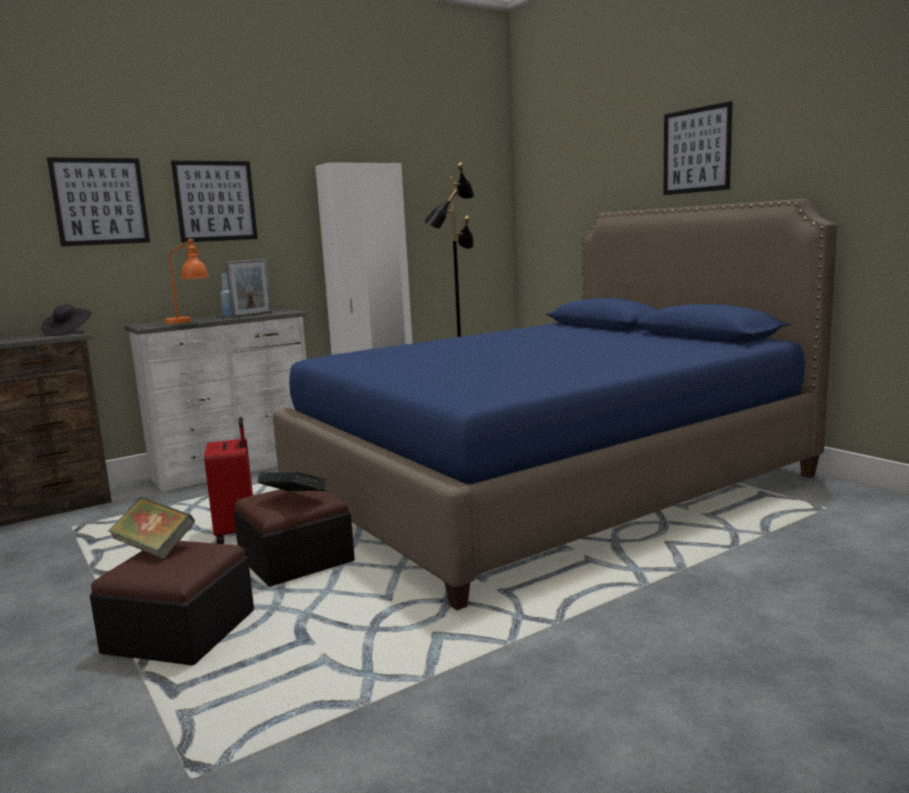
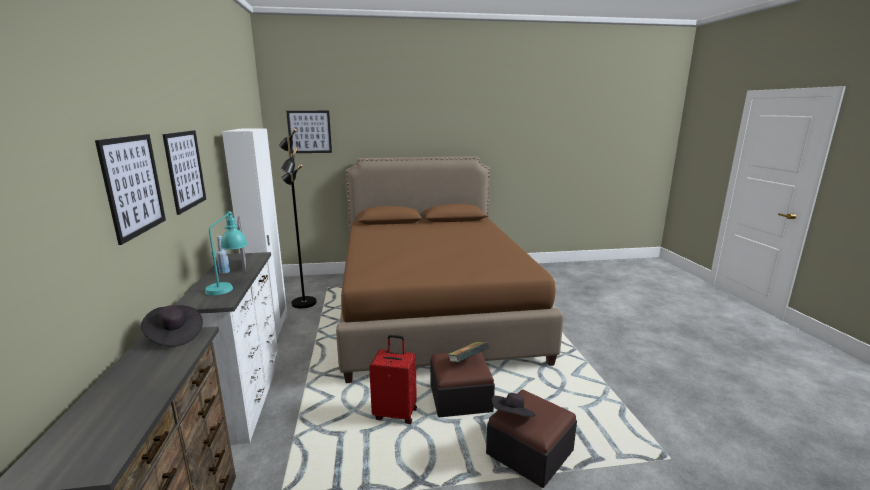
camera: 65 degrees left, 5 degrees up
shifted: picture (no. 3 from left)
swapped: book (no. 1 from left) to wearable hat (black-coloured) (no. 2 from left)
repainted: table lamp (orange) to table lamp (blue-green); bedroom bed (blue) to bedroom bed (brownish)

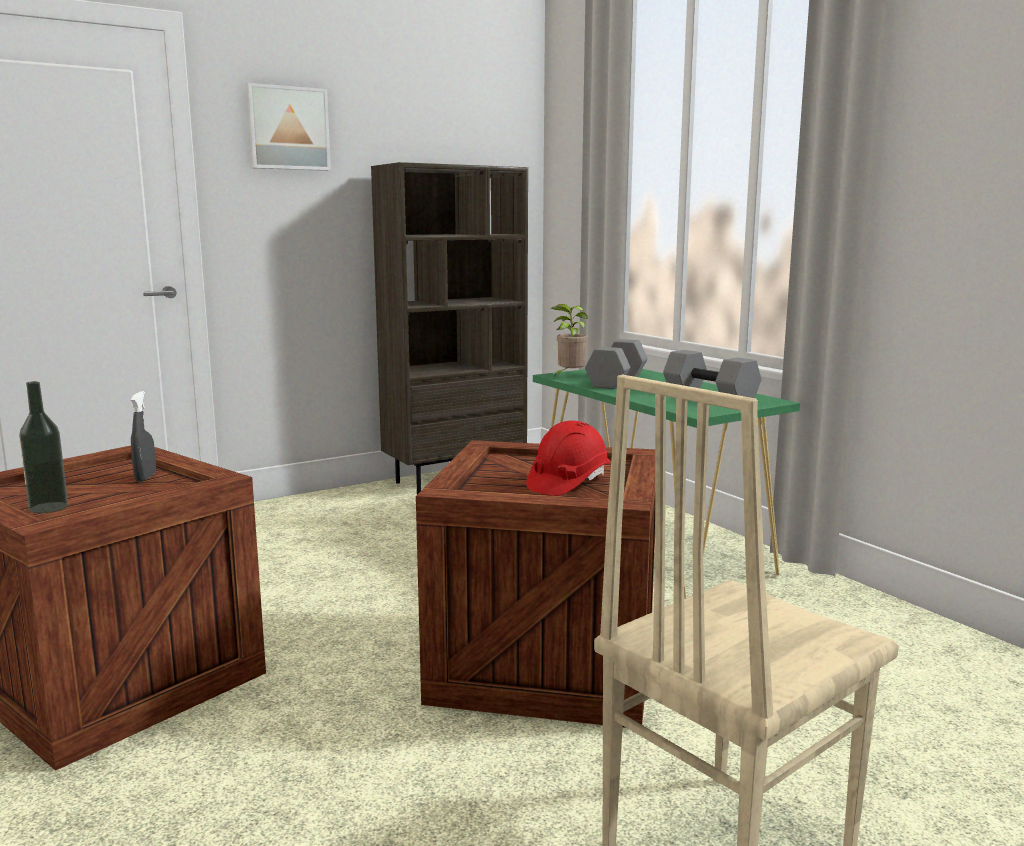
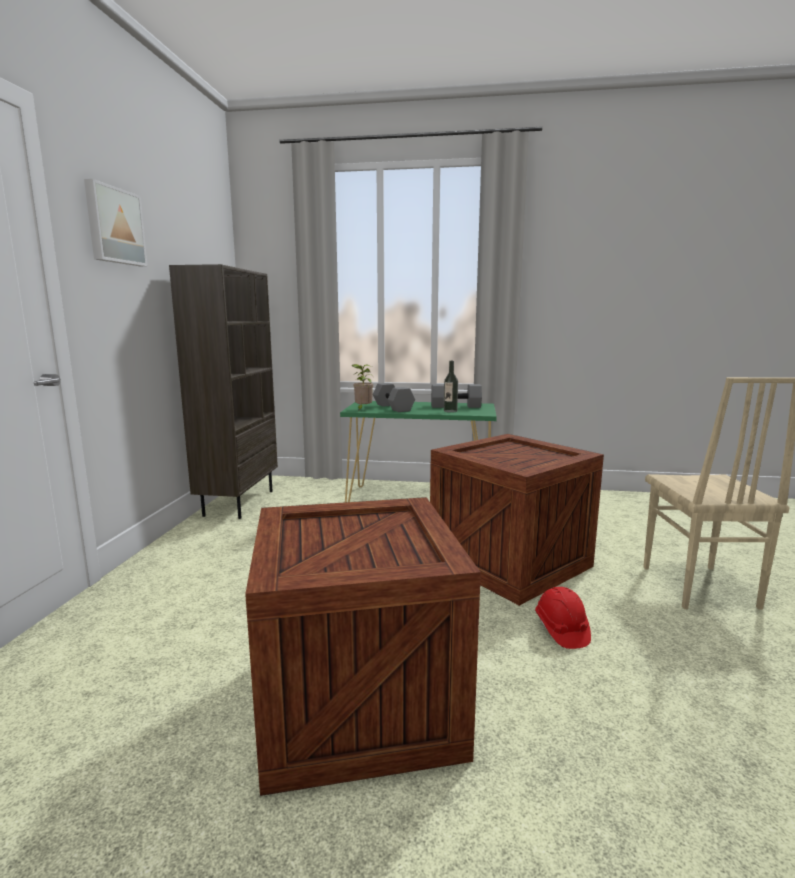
camera: 50 degrees left, 0 degrees up
gone: hand sprayer (gray)
shifted: beverage bottle; hard hat (red)

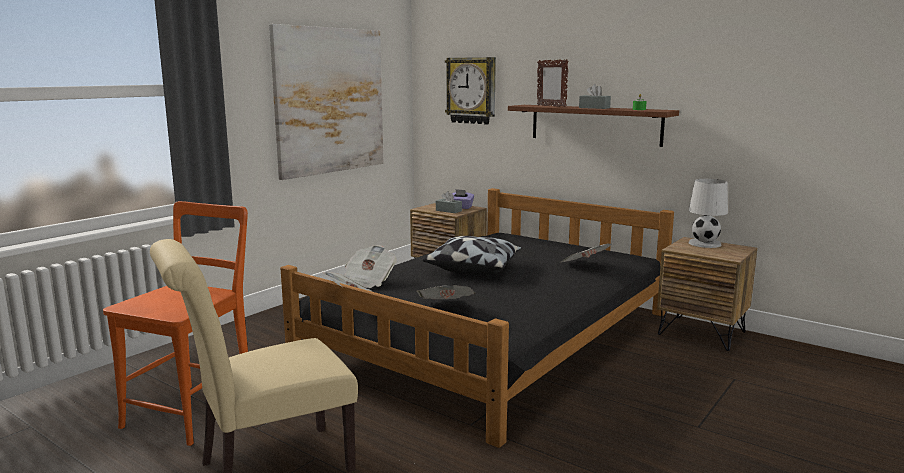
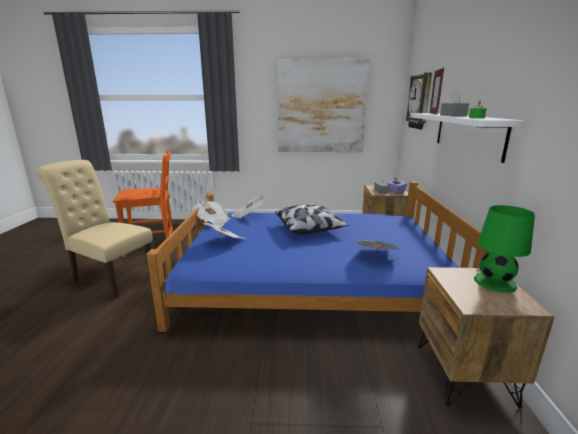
camera: 55 degrees right, 5 degrees up
repainted: bedroom bed (black-coloured) to bedroom bed (blue); bracket shelf (brownish) to bracket shelf (white); table lamp (white) to table lamp (greenish)

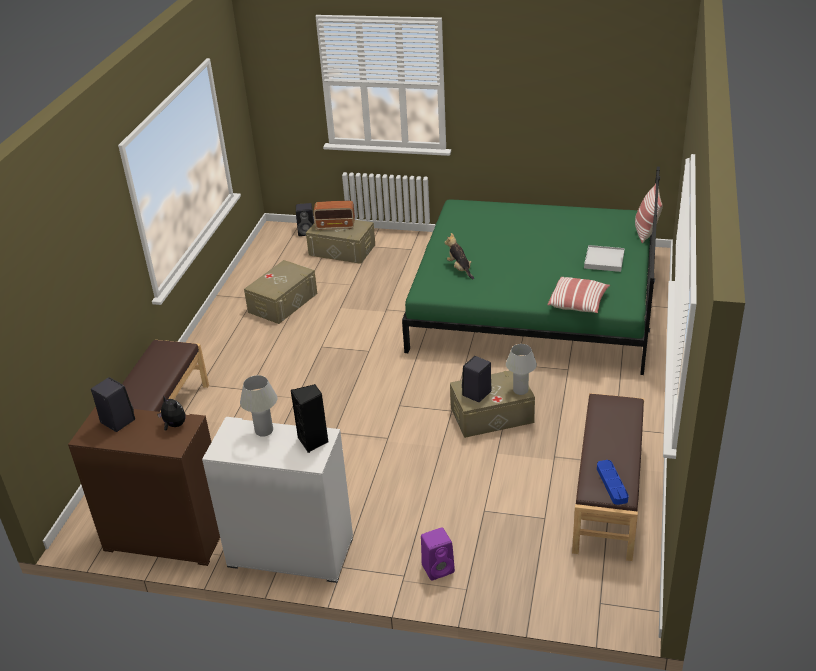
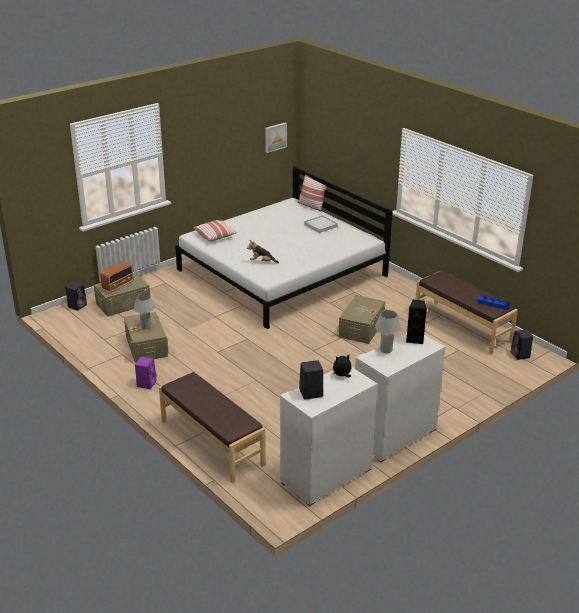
camera: 55 degrees left, 5 degrees down
new: picture
shifted: loudspeaker (purple); loudspeaker (black-coloured) (no. 4 from left); table lamp (white) (no. 2 from left in the first image) to table lamp (white) (no. 1 from left); cushion (no. 1 from left)
repainted: storage cabinet (brownish) to storage cabinet (white) (no. 1 from left); bedroom bed (greenish) to bedroom bed (white)

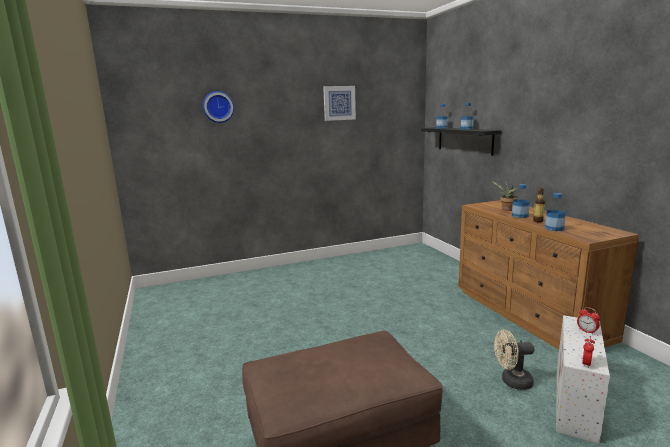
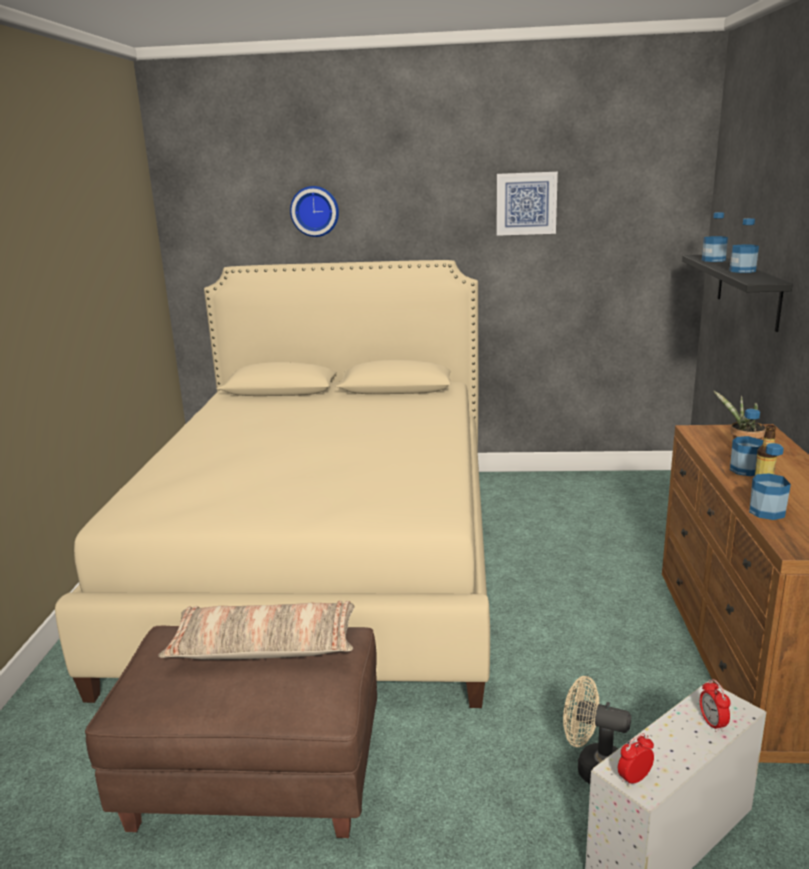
camera: 25 degrees right, 5 degrees up
new: bedroom bed (sand-coloured); cushion

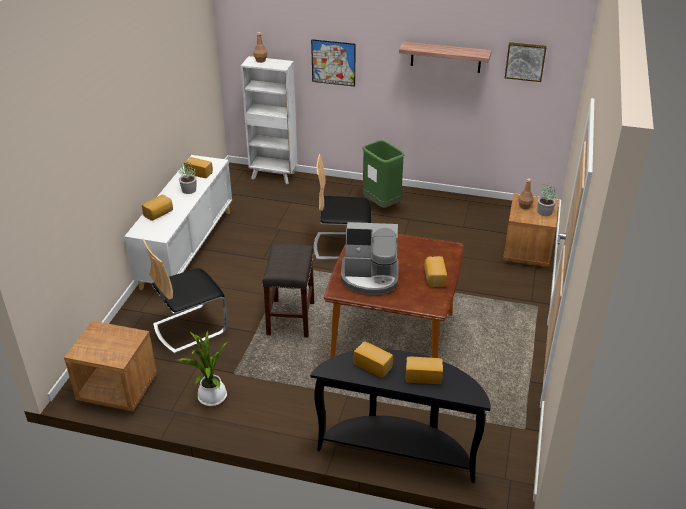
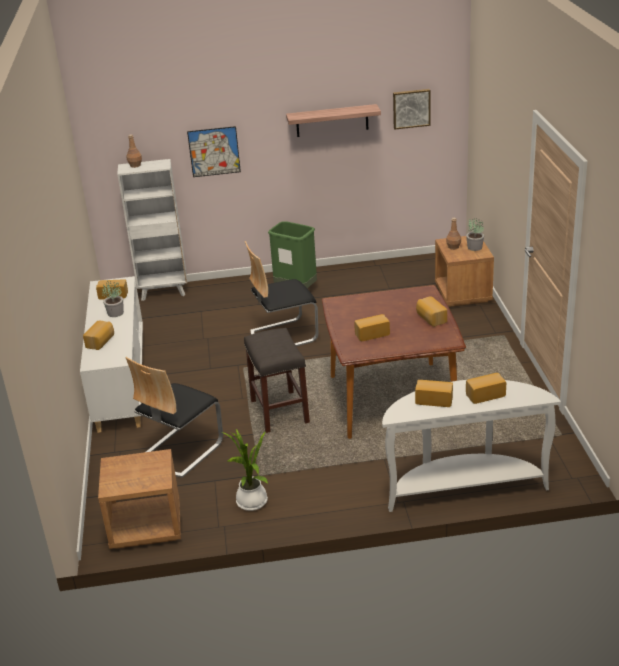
camera: 20 degrees left, 5 degrees down
swapped: coffee machine to bakery bread (no. 3 from left)
repainted: console table (black-coloured) to console table (white)

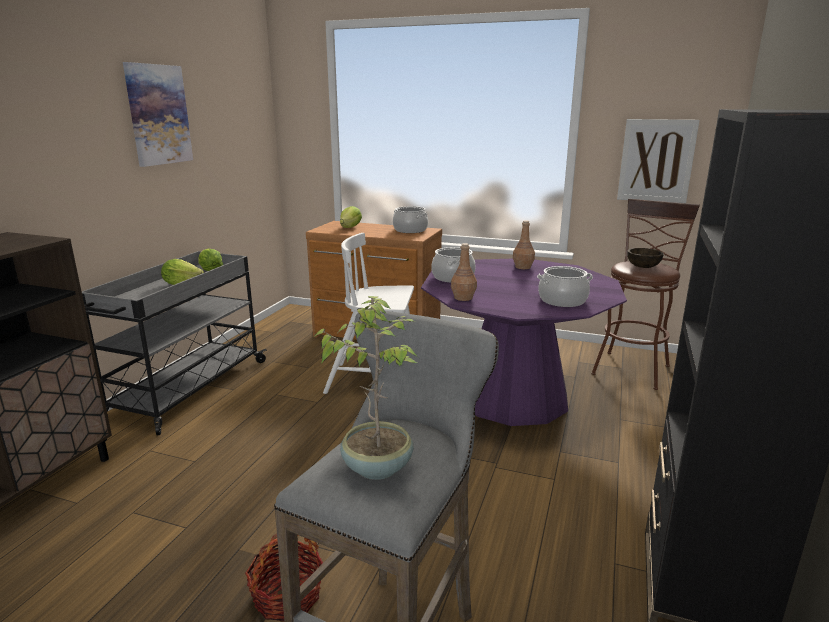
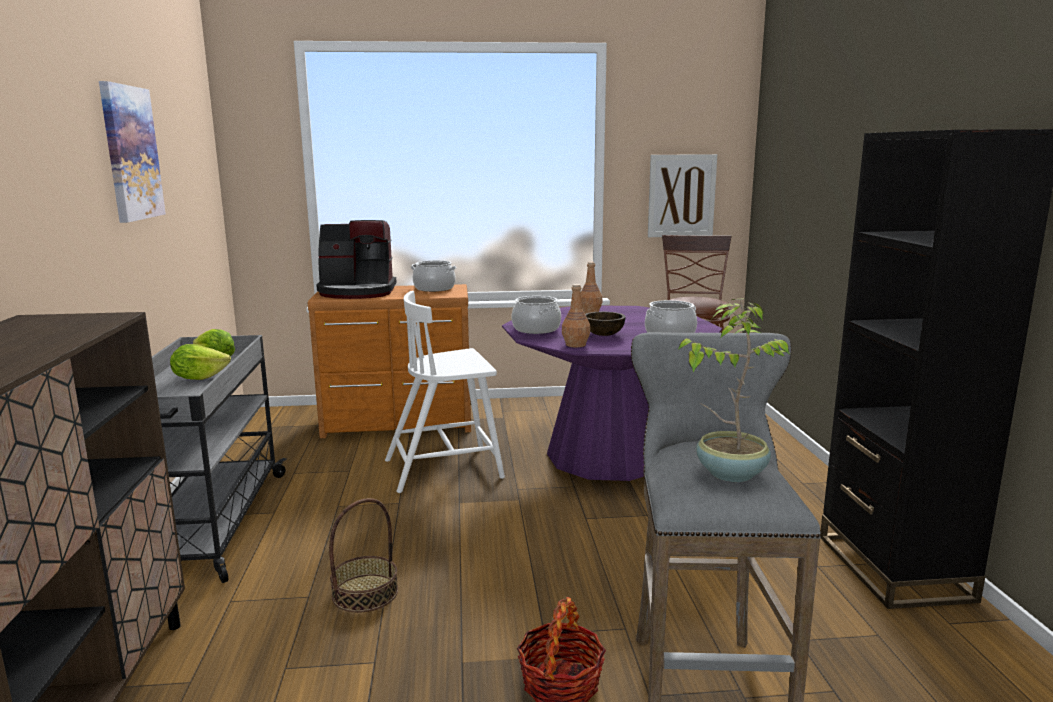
camera: 25 degrees left, 5 degrees down
new: basket (no. 1 from left)
shifted: bowl (brownish)
swapped: head of lettuce (no. 3 from left) to coffee machine

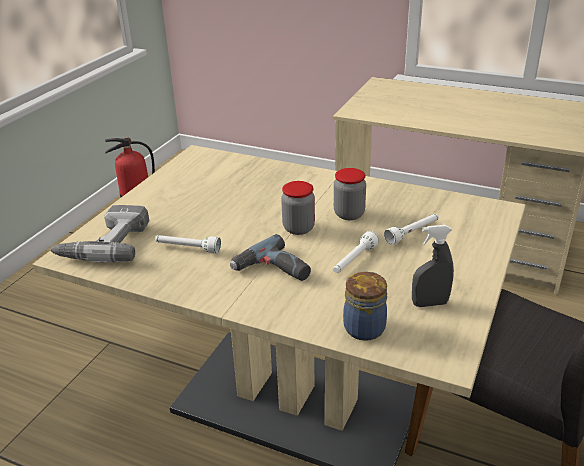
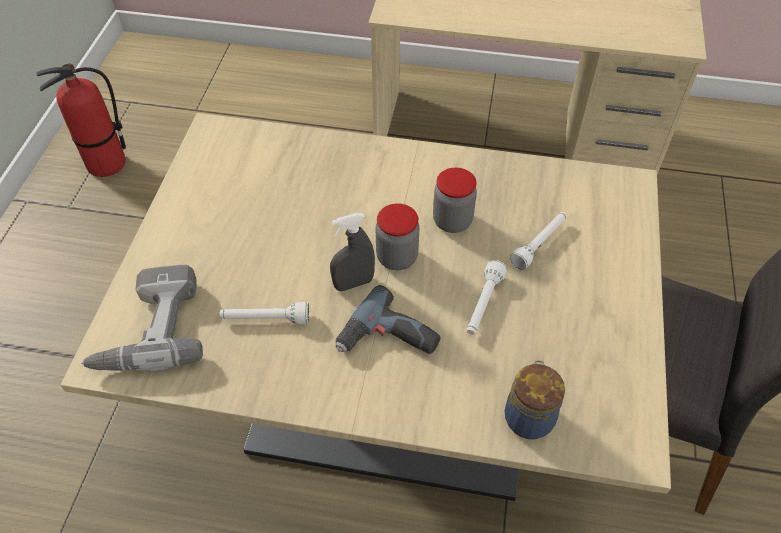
camera: 15 degrees left, 20 degrees up
shifted: hand sprayer (gray)

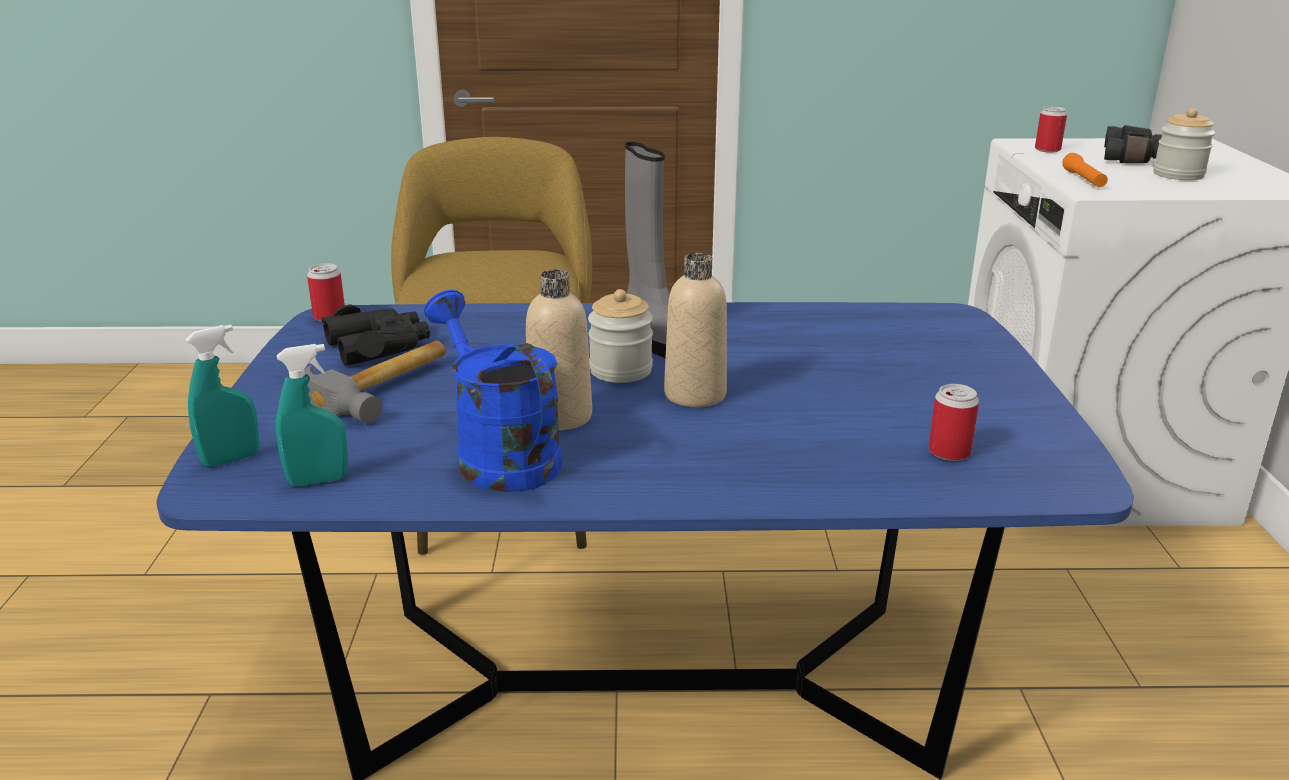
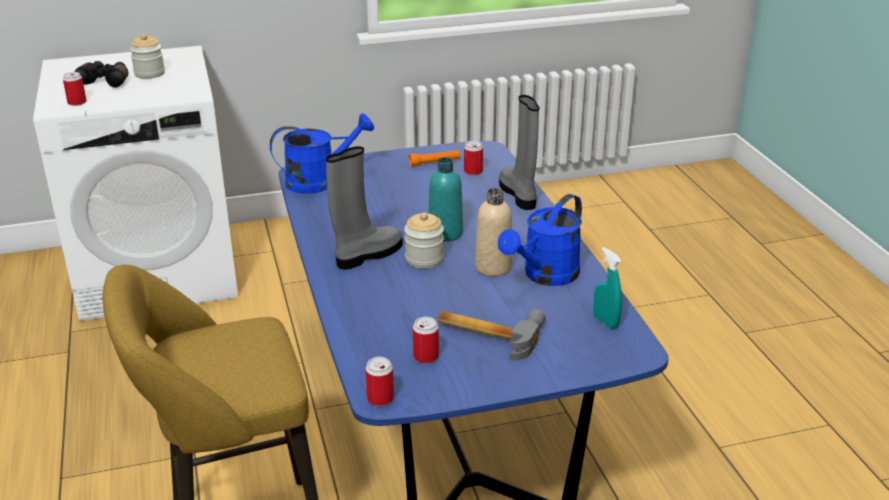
camera: 105 degrees left, 5 degrees up
gone: hand sprayer (blue-green) (no. 1 from left)
new: watering can (blue) (no. 1 from left); high-top boot (gray) (no. 2 from left)
shifted: hand torch (orange)
swapped: field glasses (black-coloured) (no. 1 from left) to sealed can (no. 3 from left)
repainted: beverage bottle (sand-coloured) (no. 2 from left) to beverage bottle (blue-green)

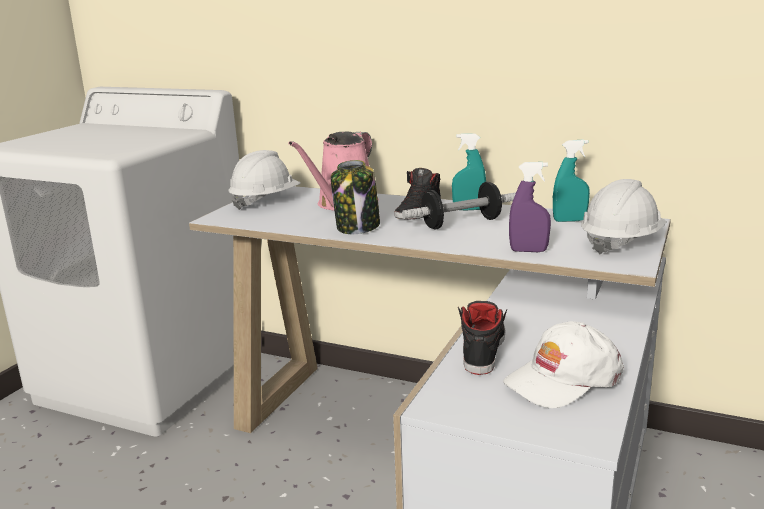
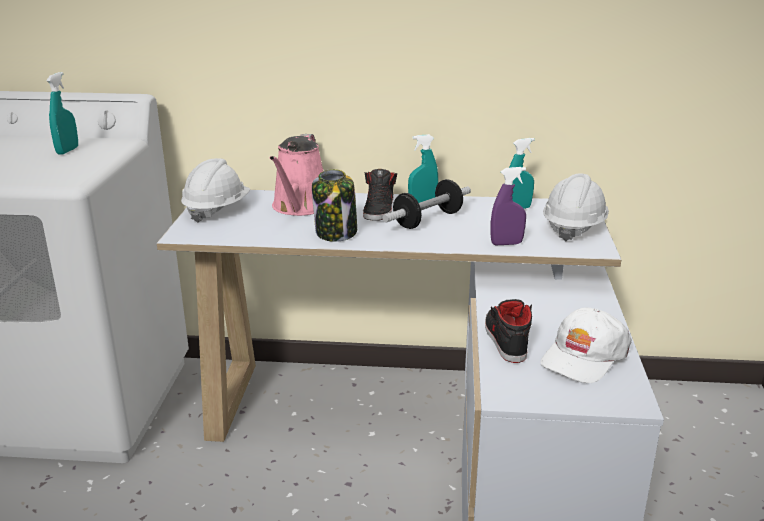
camera: 20 degrees left, 5 degrees up
new: hand sprayer (blue-green) (no. 1 from left)

